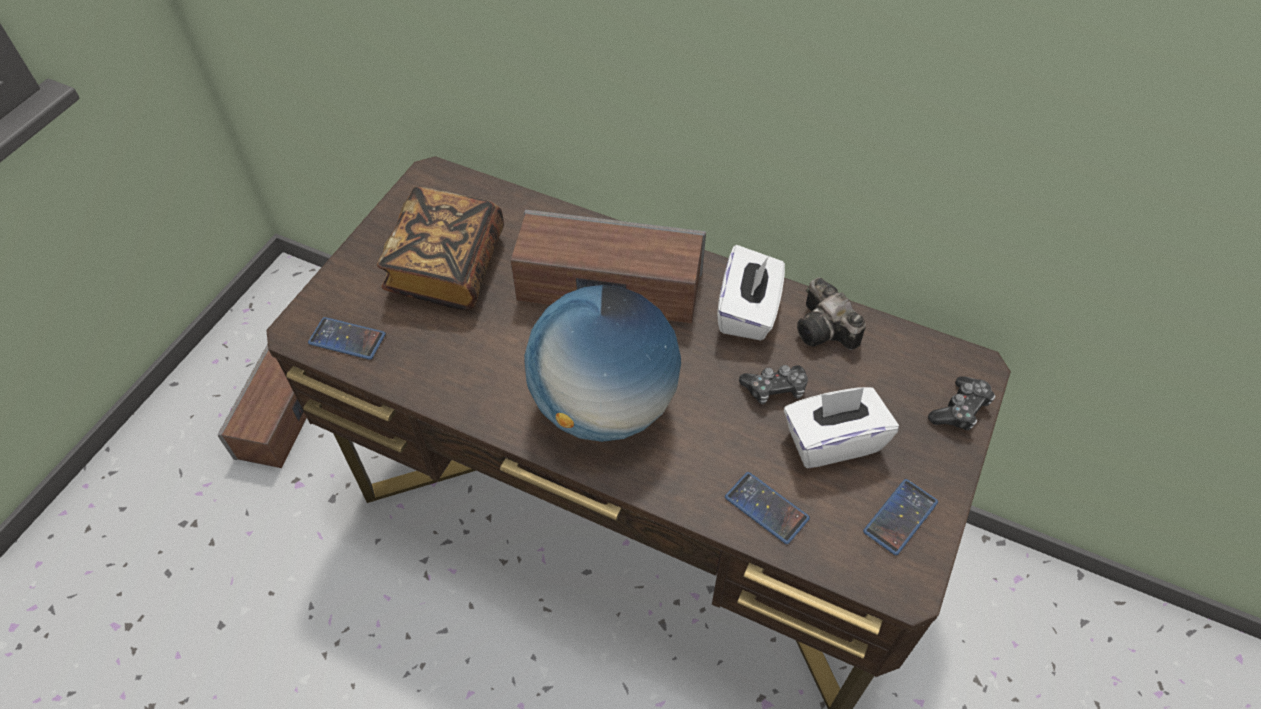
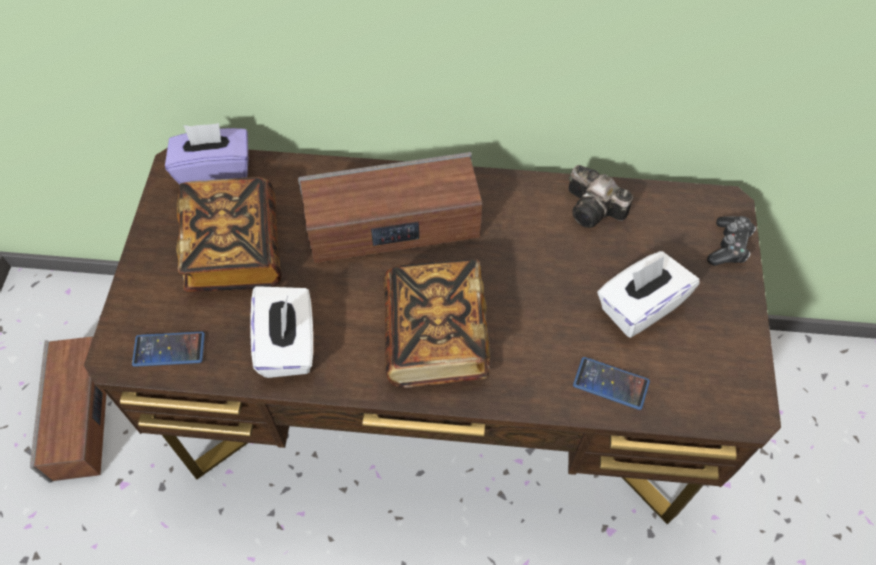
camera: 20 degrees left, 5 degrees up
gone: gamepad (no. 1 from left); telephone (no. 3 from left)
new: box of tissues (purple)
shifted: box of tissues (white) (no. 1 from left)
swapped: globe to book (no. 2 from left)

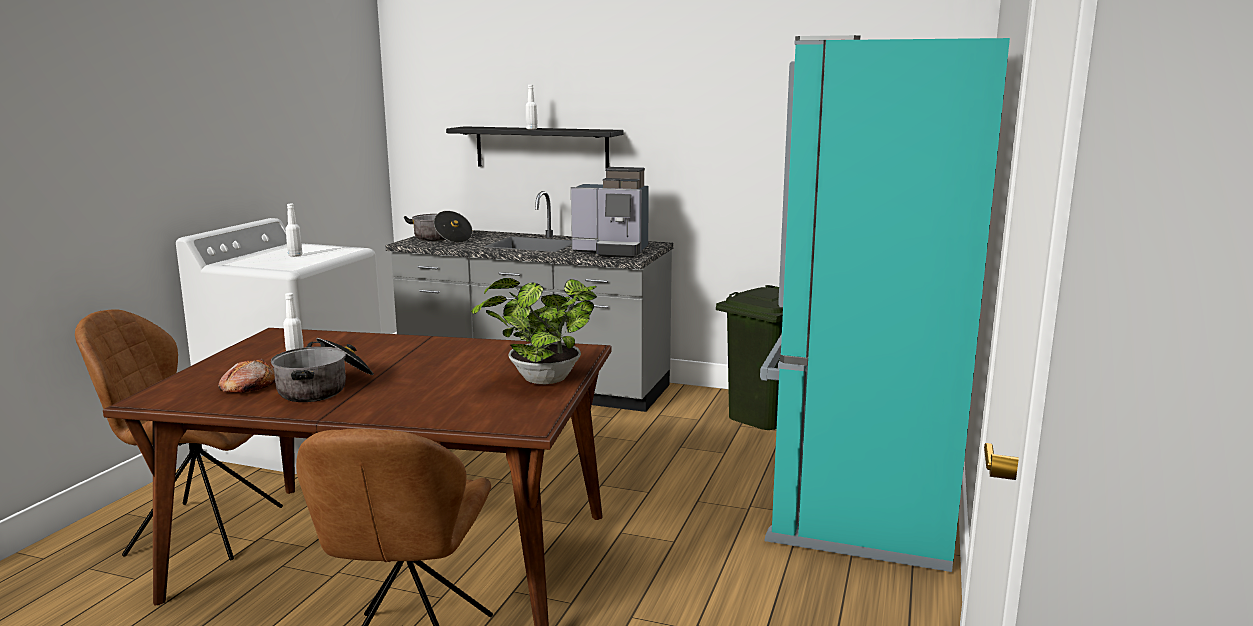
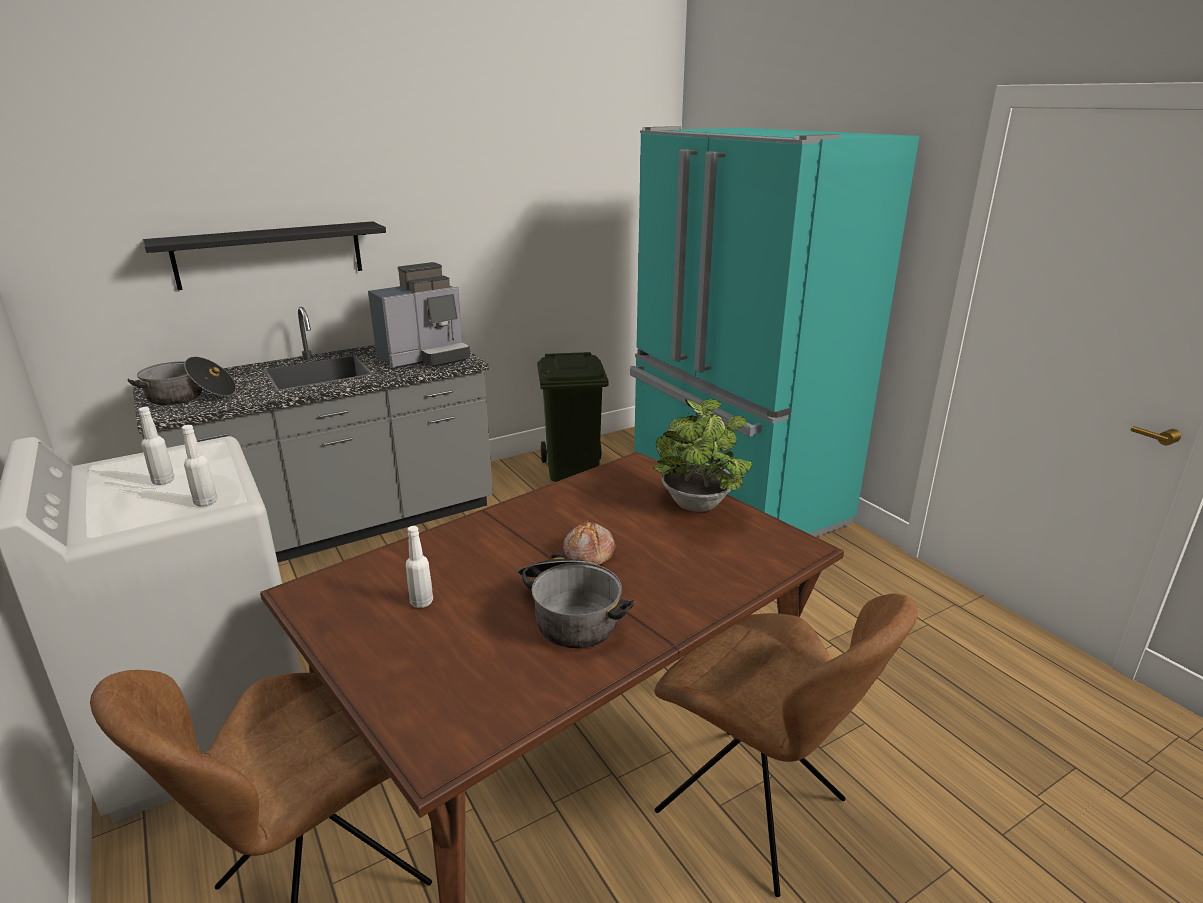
camera: 50 degrees left, 10 degrees up
shifted: bakery bread; beverage bottle (white) (no. 3 from left in the first image) to beverage bottle (white) (no. 2 from left)

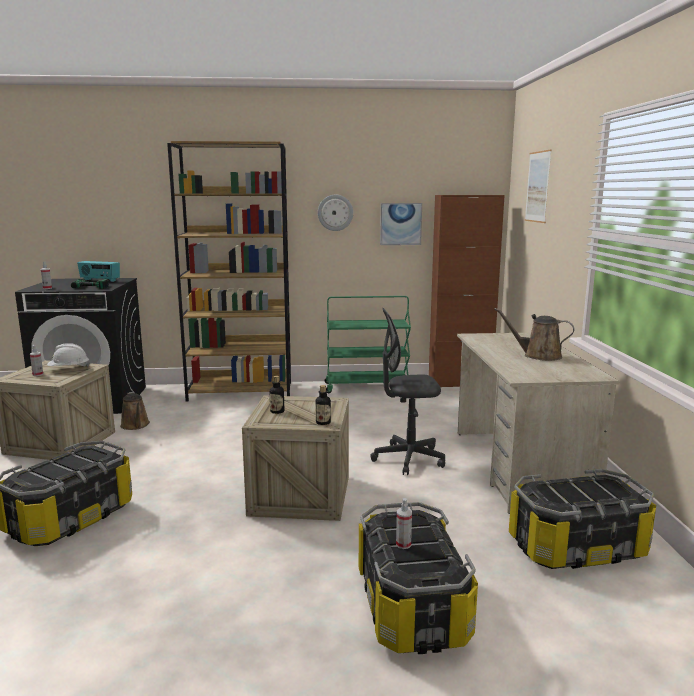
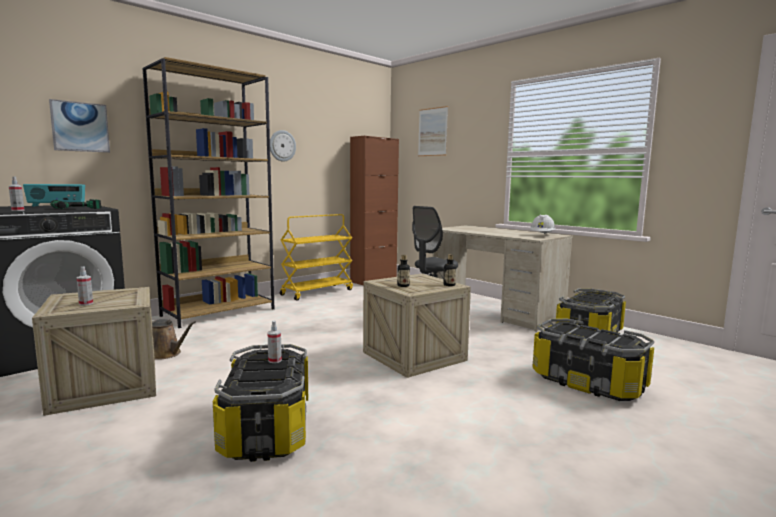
camera: 40 degrees left, 5 degrees down
gone: watering can (brownish) (no. 2 from left)
shifted: hard hat (white); picture (no. 1 from left); hand sprayer (no. 3 from left)
repainted: cart (greenish) to cart (yellow-coloured)

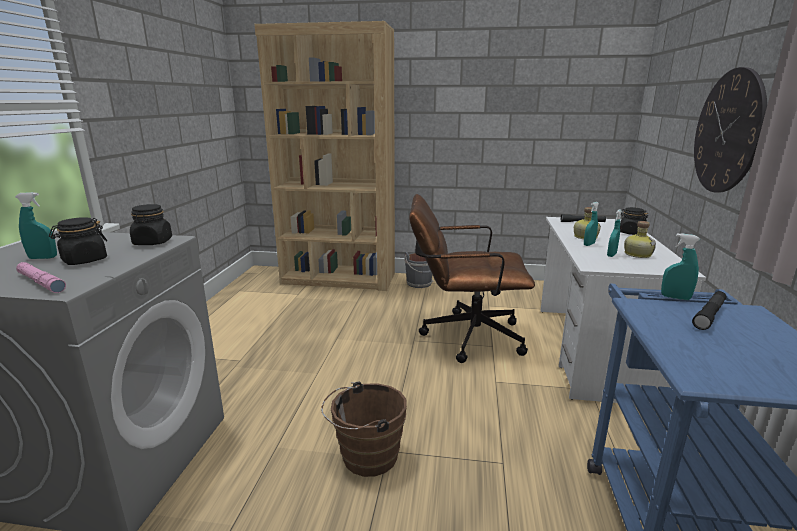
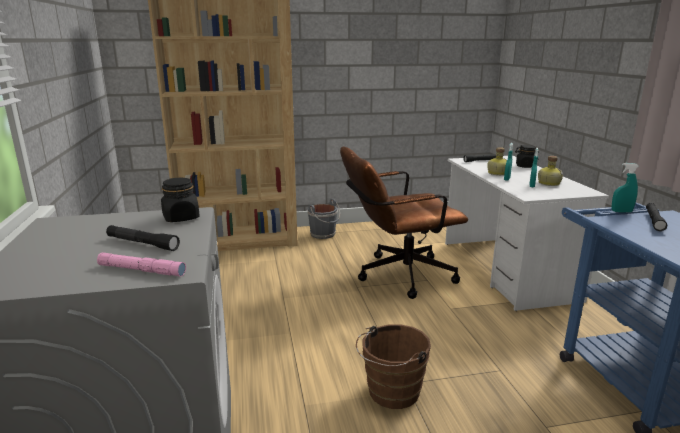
camera: 20 degrees left, 0 degrees up
gone: hand sprayer (blue-green) (no. 1 from left); clock on the wall
swapped: storage jar (black-coloured) (no. 1 from left) to hand torch (black-coloured) (no. 1 from left)

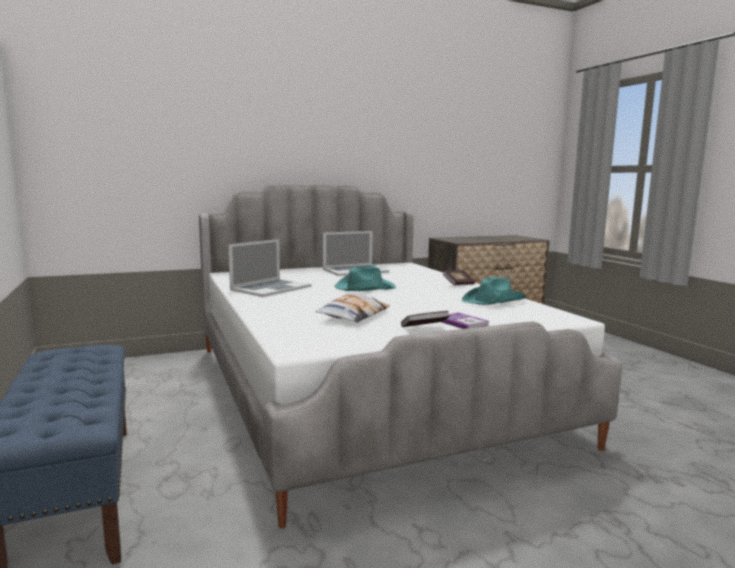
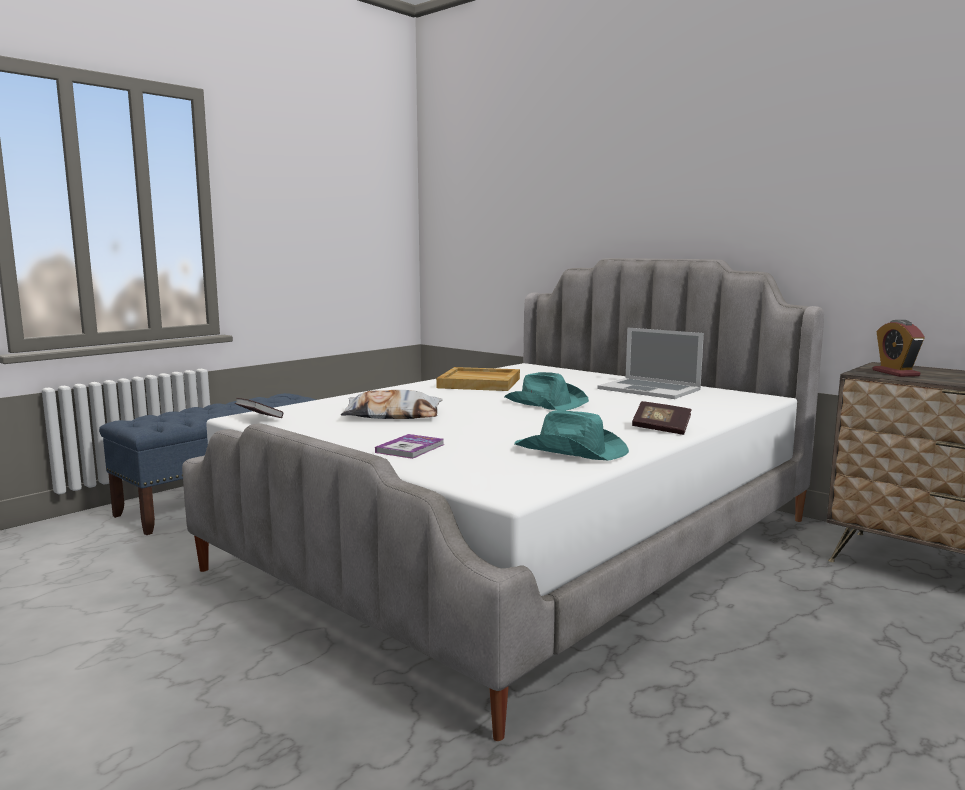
camera: 65 degrees right, 0 degrees up
new: alarm clock
shifted: book (no. 1 from left)
swapped: portable computer (no. 1 from left) to serving tray (sand-coloured)

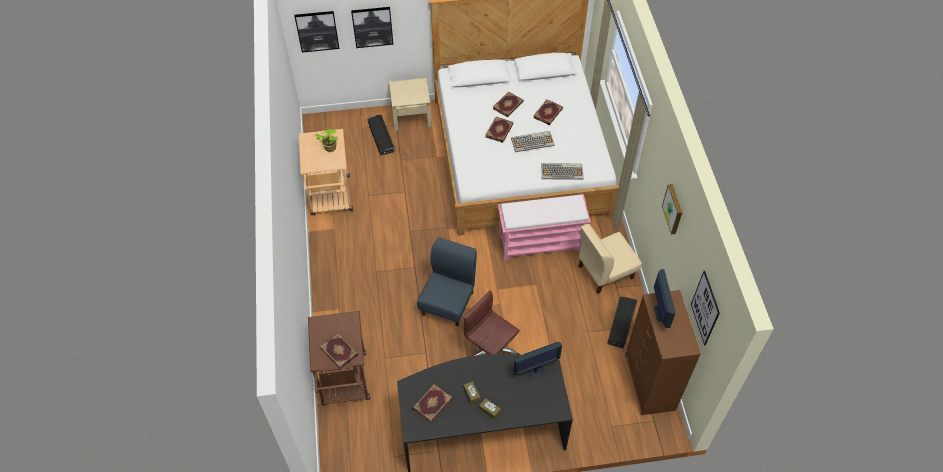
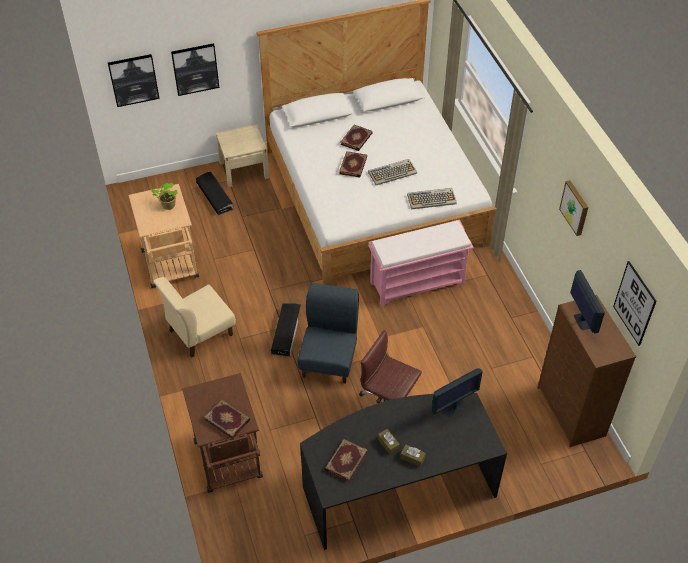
camera: 10 degrees left, 5 degrees down
gone: book (no. 5 from left)
shifted: upright chair (sand-coloured); storage bin (black-coloured) (no. 2 from left)

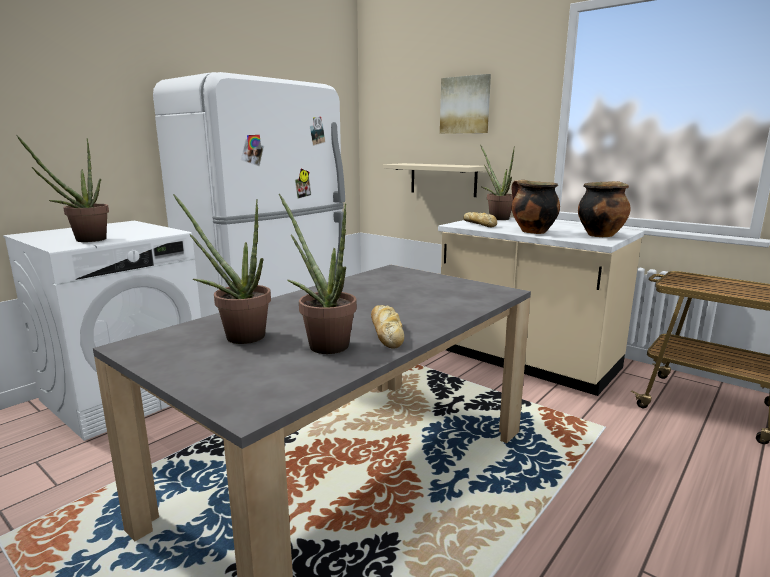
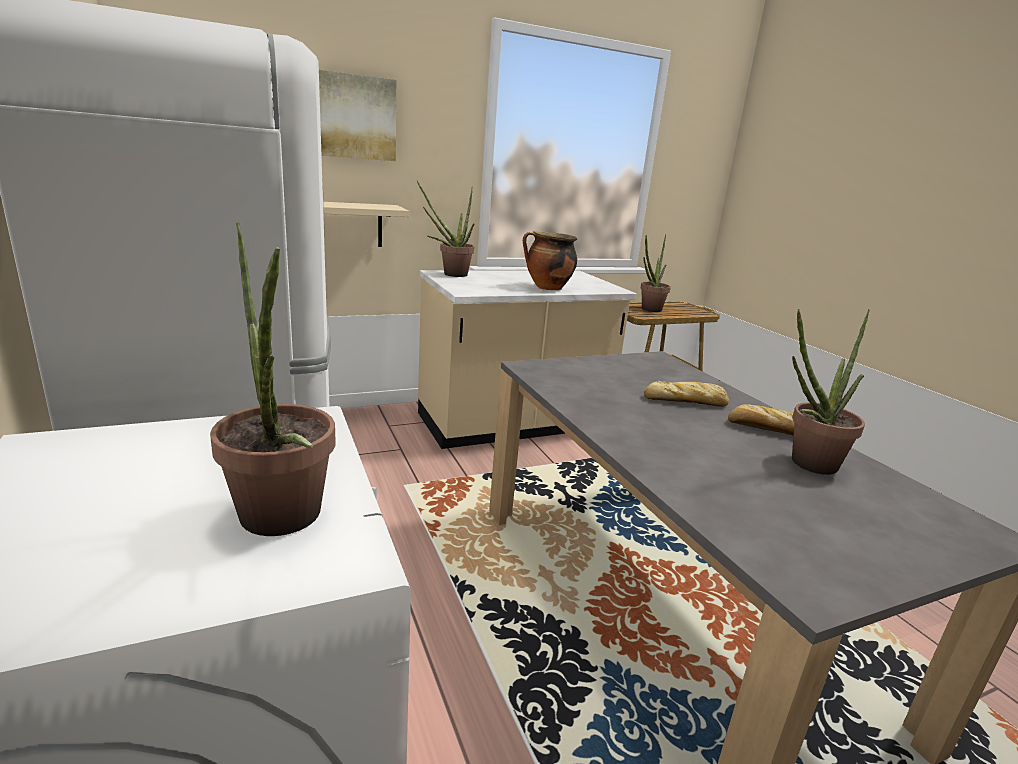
camera: 65 degrees left, 5 degrees up
gone: saucepot (no. 2 from left)
shifted: plant in a pot (no. 2 from left in the first image) to plant in a pot (no. 3 from left); bakery bread (no. 2 from left in the first image) to bakery bread (no. 1 from left)

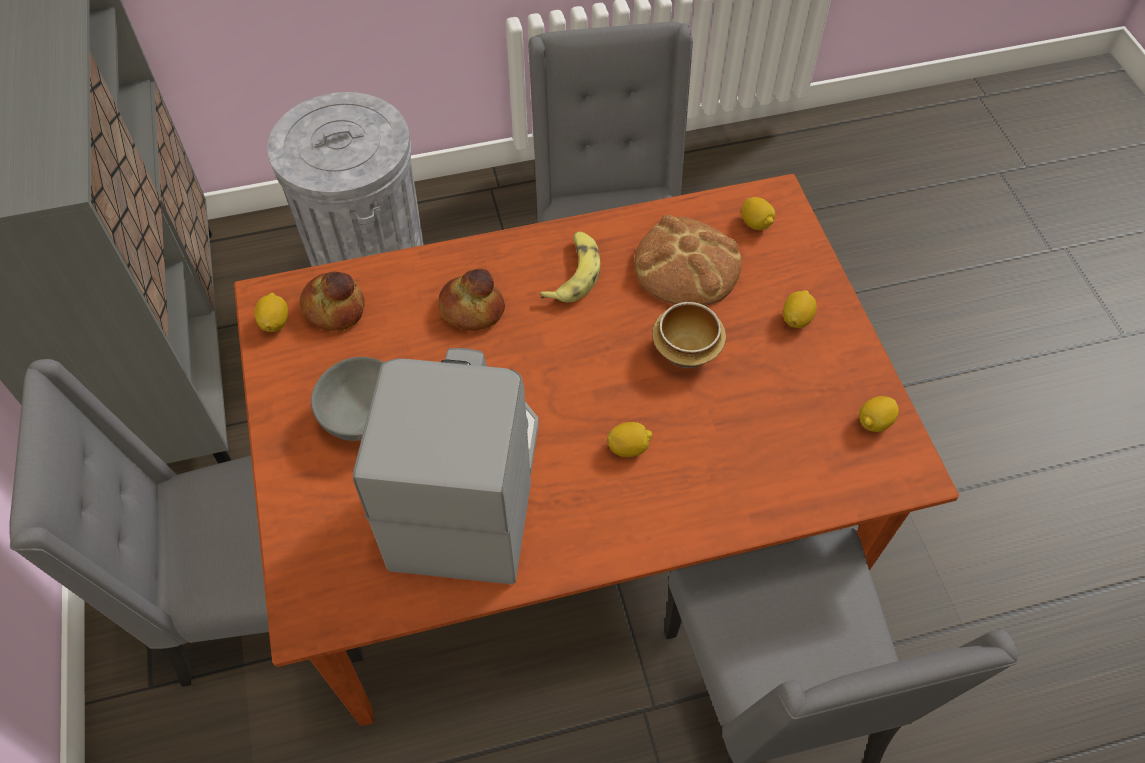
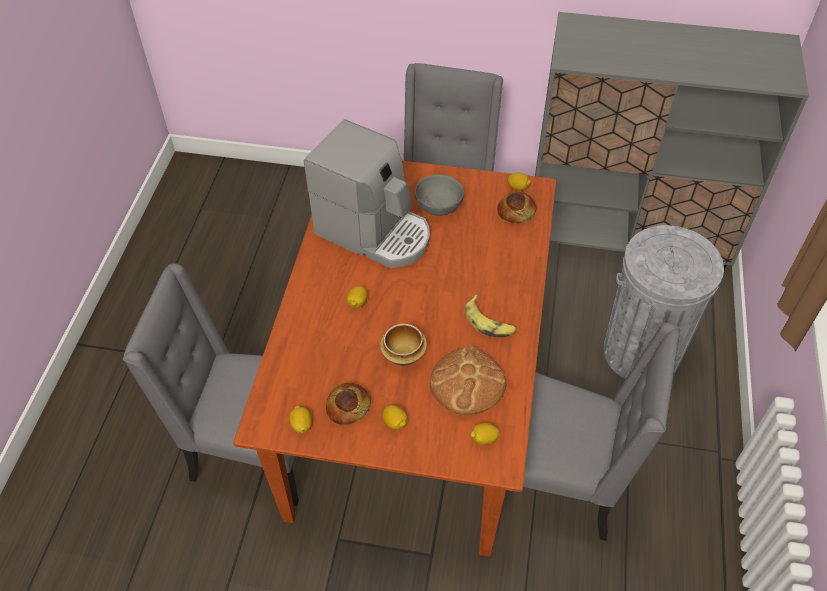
camera: 115 degrees right, 5 degrees down
shifted: bakery bread (no. 2 from left in the first image) to bakery bread (no. 1 from left)

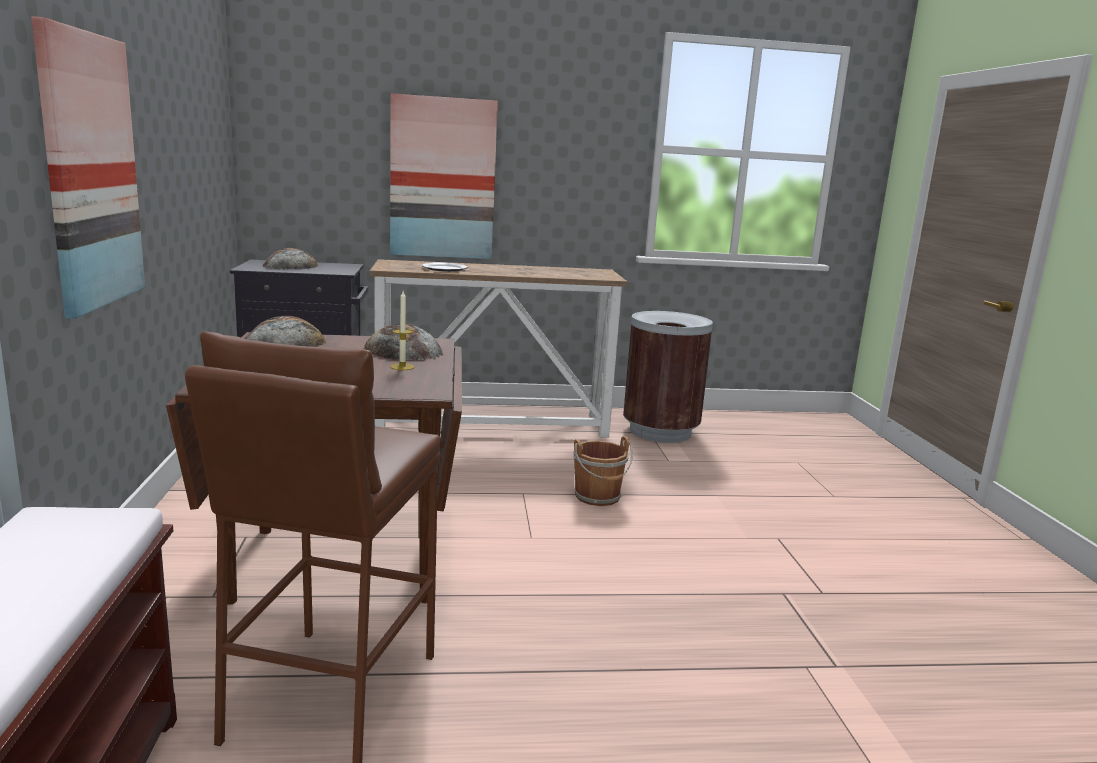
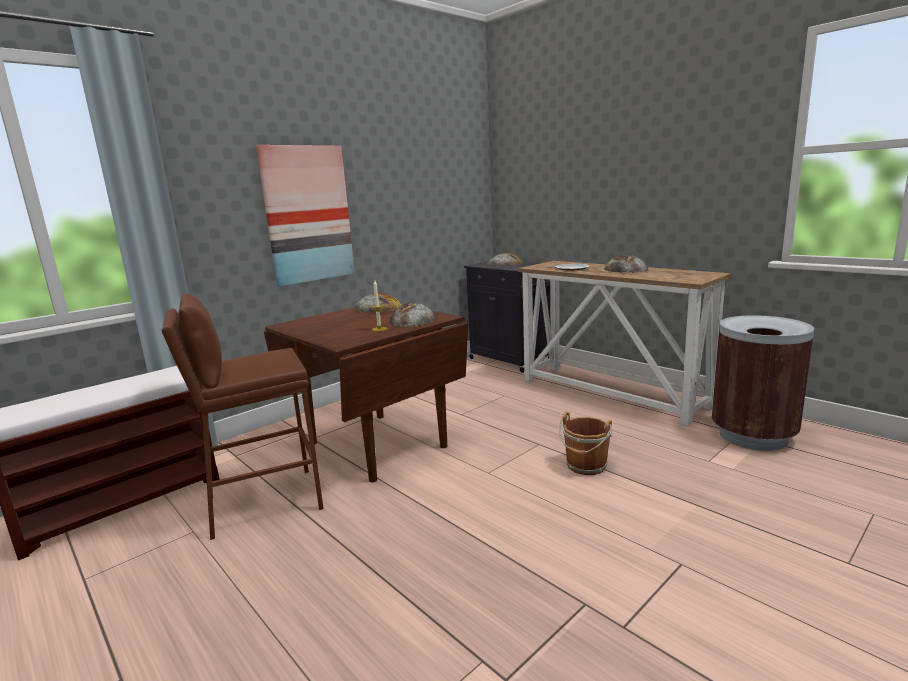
camera: 55 degrees right, 0 degrees up
gone: picture (no. 2 from left)
new: bakery bread (no. 4 from left)

